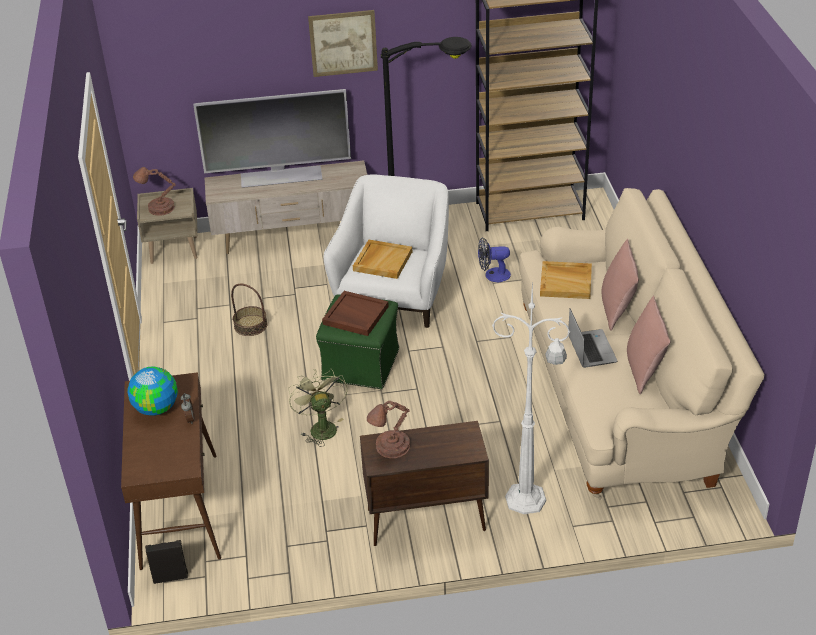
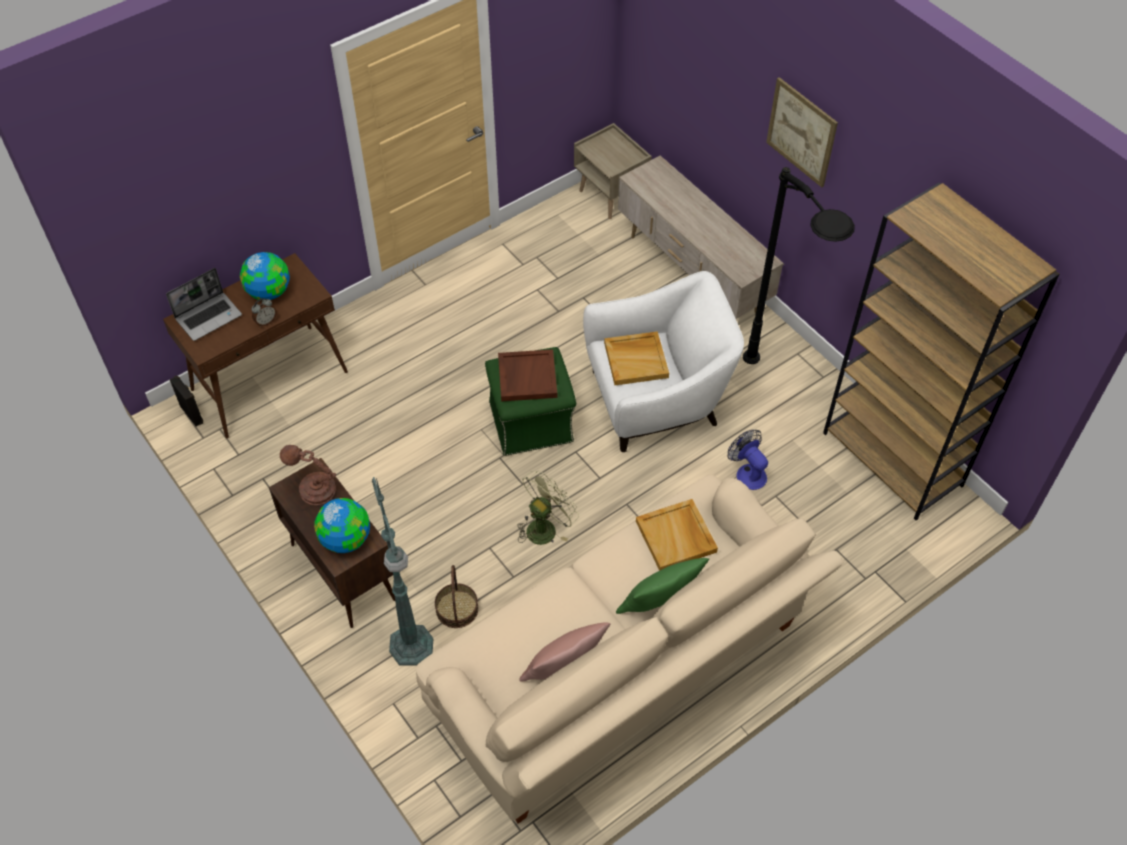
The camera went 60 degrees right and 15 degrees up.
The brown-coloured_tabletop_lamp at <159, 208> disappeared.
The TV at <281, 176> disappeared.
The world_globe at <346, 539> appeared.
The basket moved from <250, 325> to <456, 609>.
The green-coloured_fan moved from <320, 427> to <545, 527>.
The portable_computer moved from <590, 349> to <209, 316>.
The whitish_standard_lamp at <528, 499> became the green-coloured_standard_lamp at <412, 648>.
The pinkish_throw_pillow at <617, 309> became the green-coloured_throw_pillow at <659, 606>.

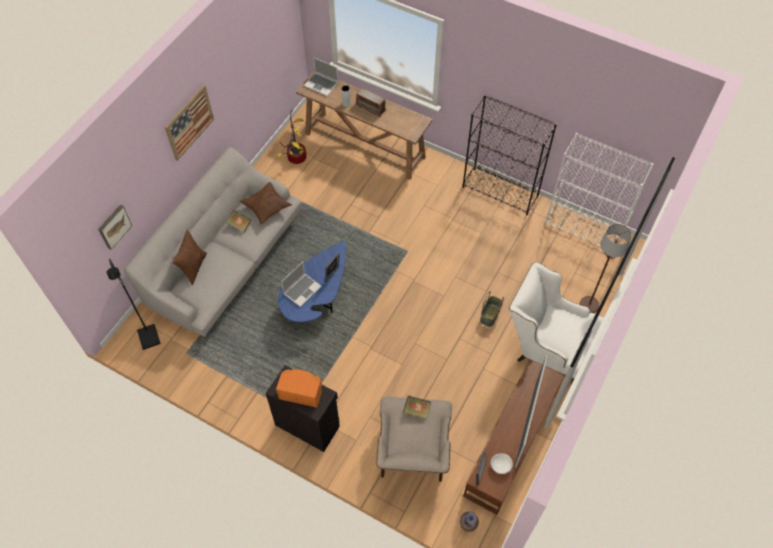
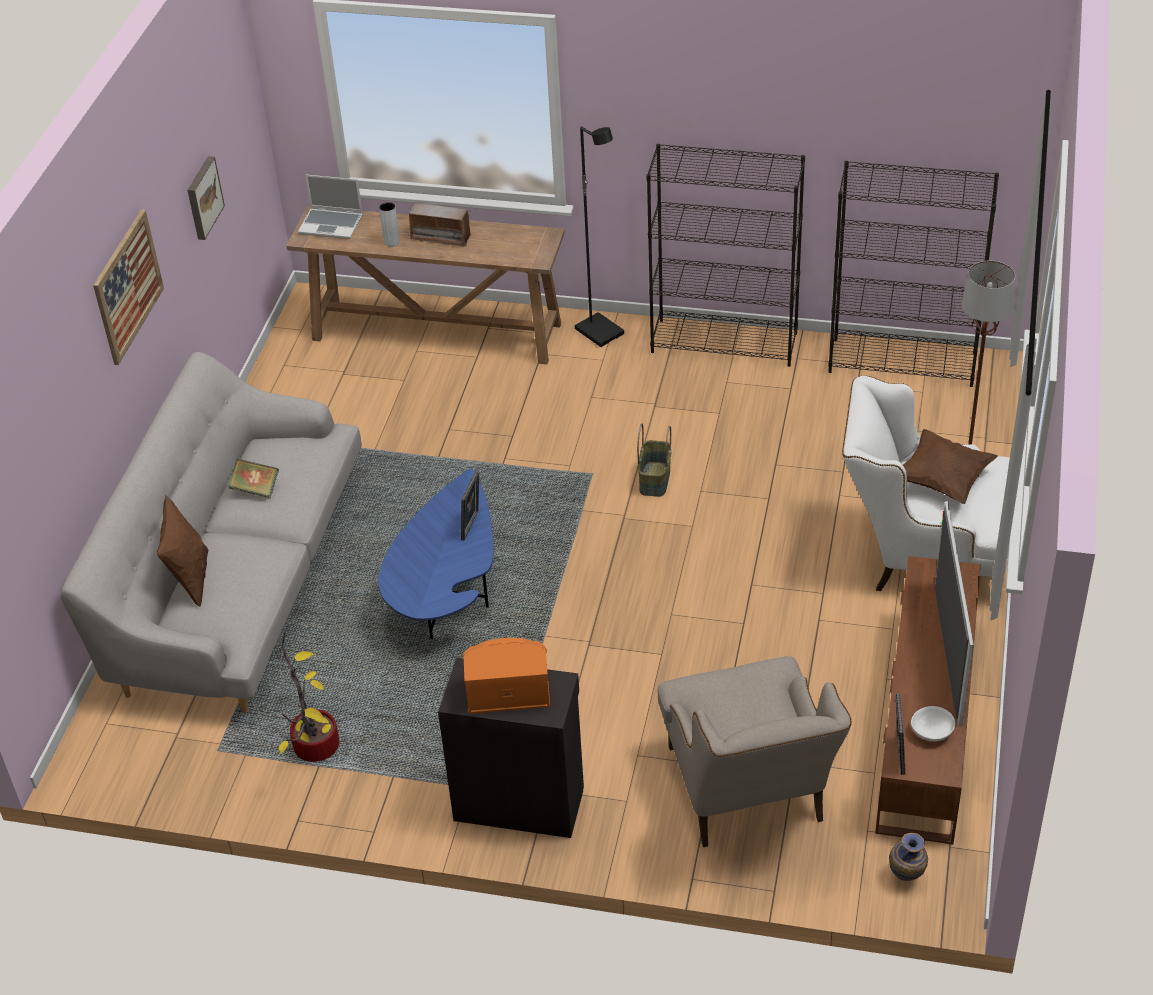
The camera went 15 degrees left and 15 degrees down.
The portable_computer at <302, 290> disappeared.
The book at <417, 410> disappeared.
The picture moved from <114, 226> to <202, 197>.
The black-coloured_standard_lamp moved from <150, 337> to <600, 332>.
The brown-coloured_throw_pillow moved from <267, 208> to <942, 480>.
The plant_in_a_pot moved from <296, 156> to <313, 743>.
The basket moved from <490, 315> to <655, 480>.
The whitish_bookcase at <584, 229> became the black-coloured_bookcase at <903, 362>.

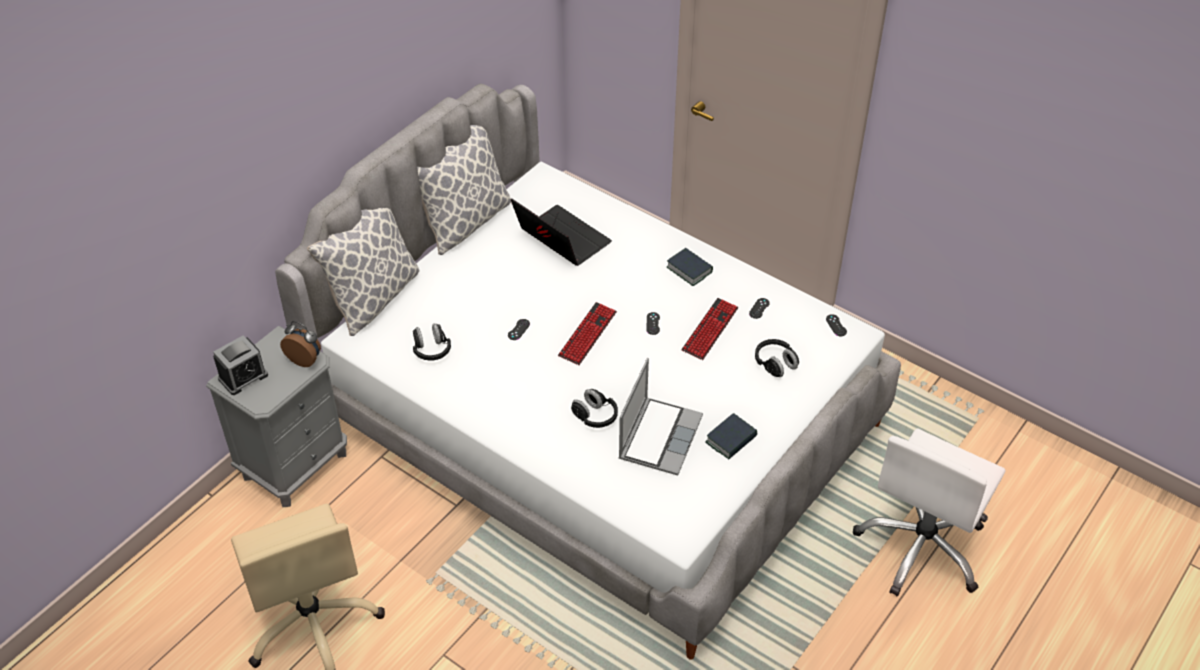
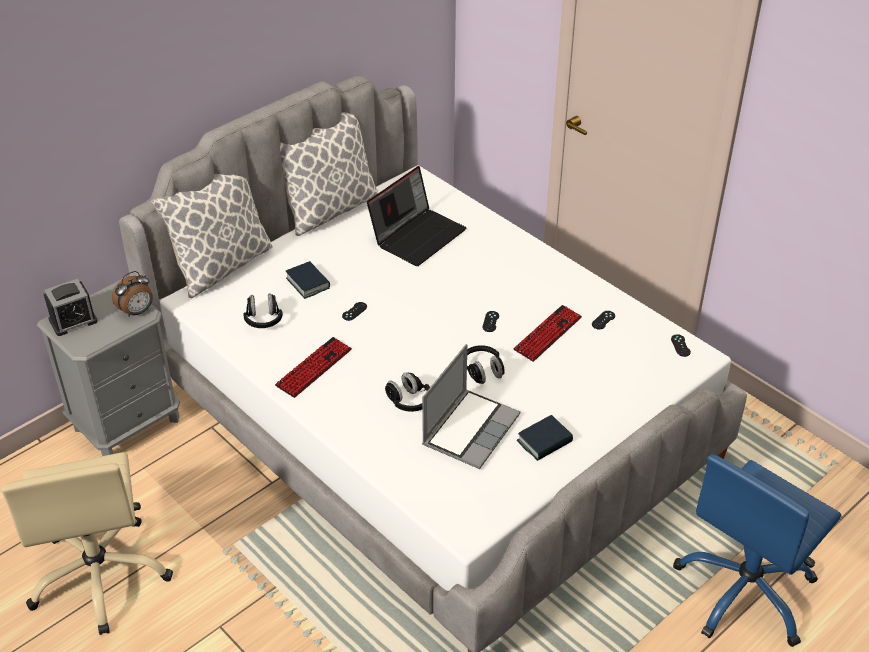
The camera went 10 degrees right and 5 degrees down.
The keyboard moved from <587, 334> to <314, 368>.
The book moved from <689, 270> to <308, 283>.
The black-coloured_pair_of_headphones moved from <775, 364> to <482, 371>.
The whitish_desk_chair at <921, 547> became the blue_desk_chair at <745, 591>.
The table_clock at <305, 359> turned 105 degrees clockwise.
The portable_computer at <560, 239> turned 75 degrees clockwise.

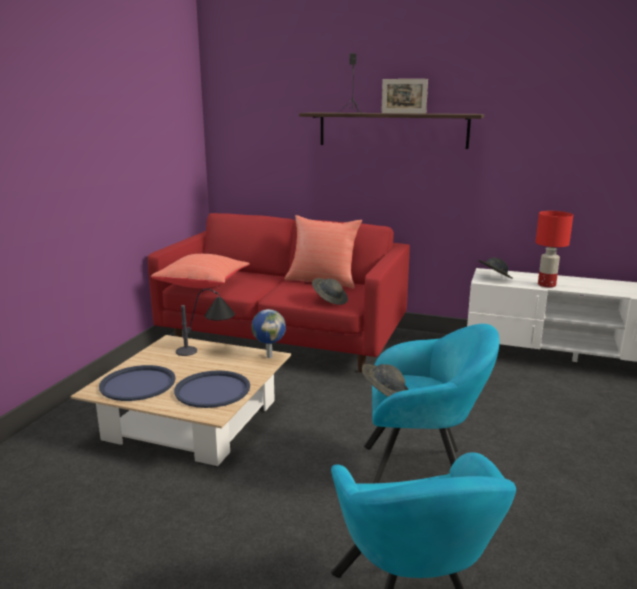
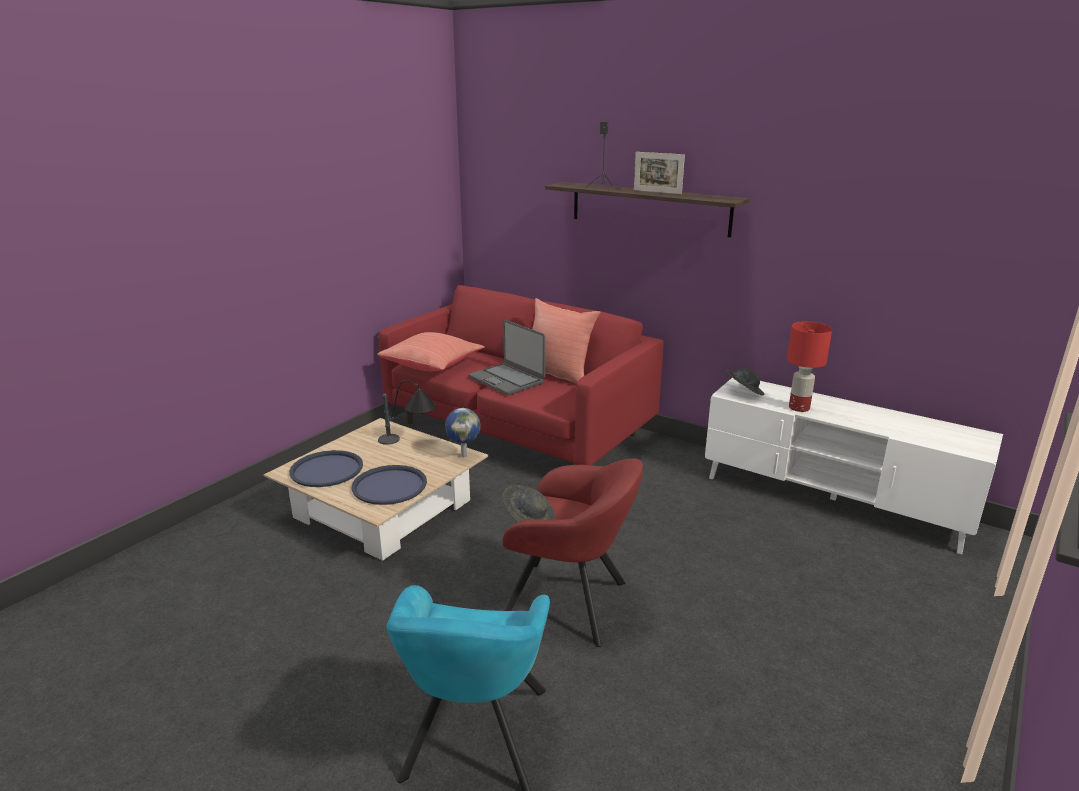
The camera went 15 degrees right and 5 degrees up.
The greyish_wearable_hat at <330, 300> disappeared.
The portable_computer at <507, 380> appeared.
The turquoise-coloured_armchair at <421, 475> became the red_armchair at <571, 603>.

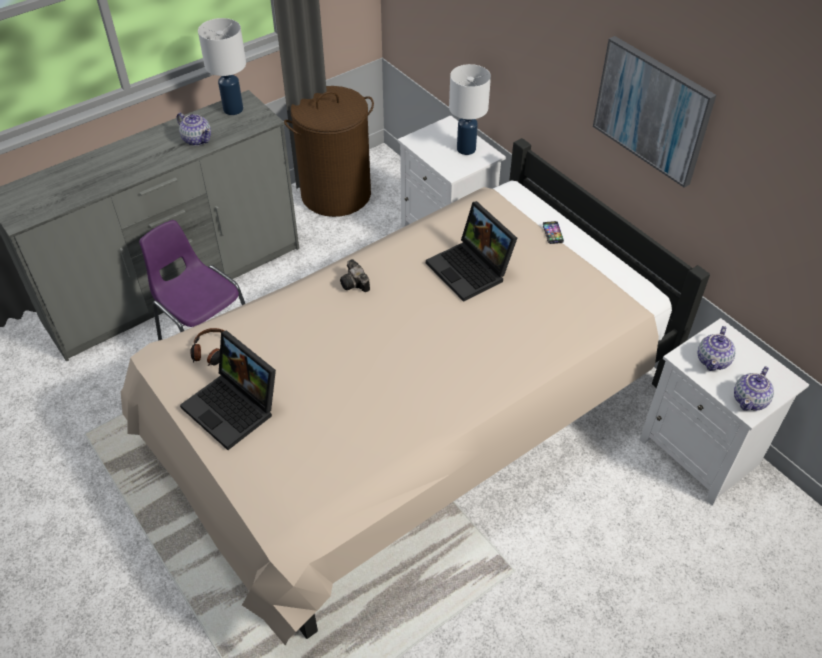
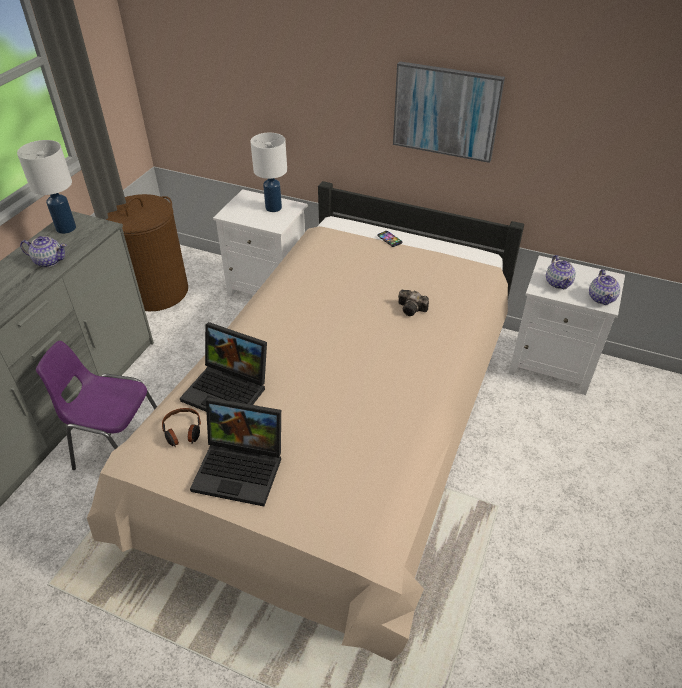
The camera went 30 degrees left and 5 degrees down.
The photo_camera moved from <355, 284> to <412, 309>.
The portable_computer moved from <471, 270> to <229, 390>.

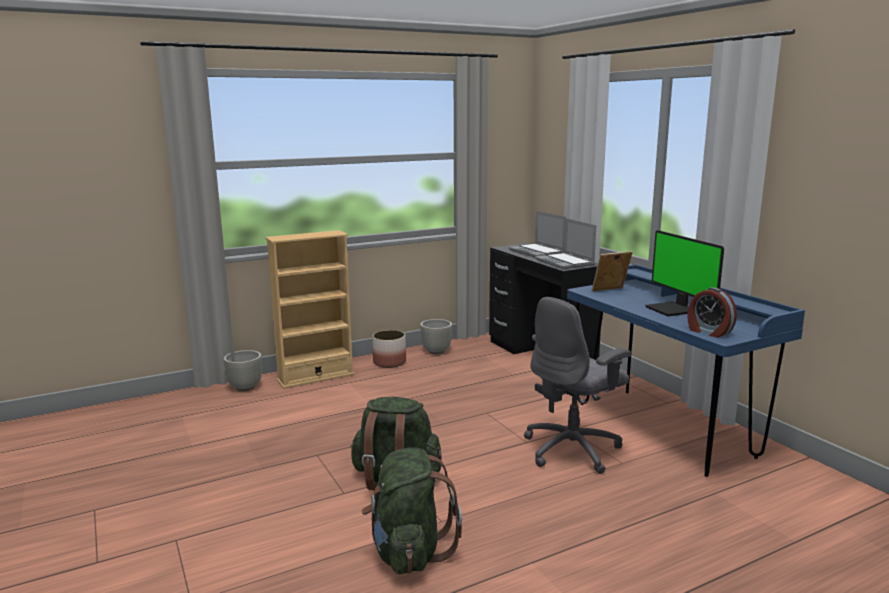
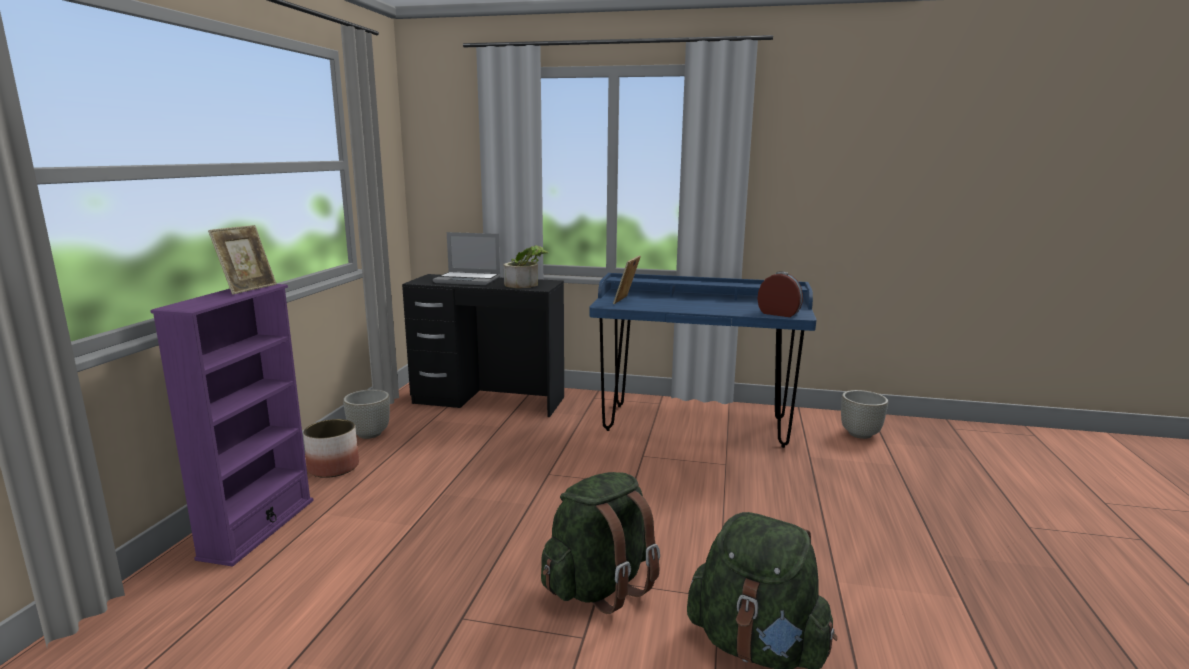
The camera went 50 degrees left and 0 degrees up.
The greyish_desk_chair at <573, 449> disappeared.
The monitor at <673, 309> disappeared.
The standing_frame at <248, 289> appeared.
The greyish_flower_pot moved from <245, 387> to <860, 434>.
The portable_computer at <565, 262> was replaced by the plant_in_a_pot at <526, 284>.
The sand-coloured_bookcase at <315, 377> became the purplish_bookcase at <258, 528>.
The table_clock at <708, 332> turned 150 degrees counterclockwise.

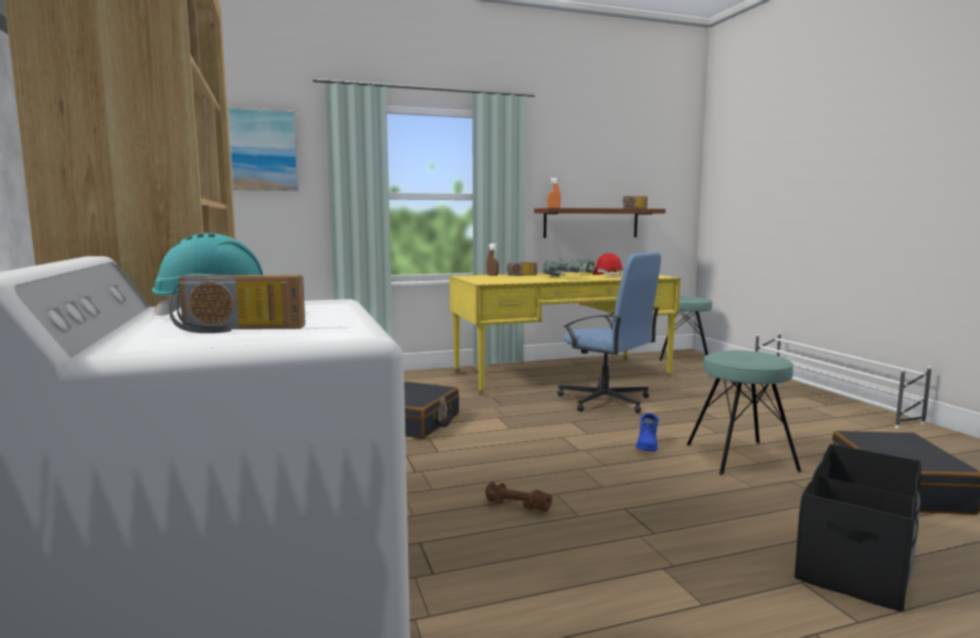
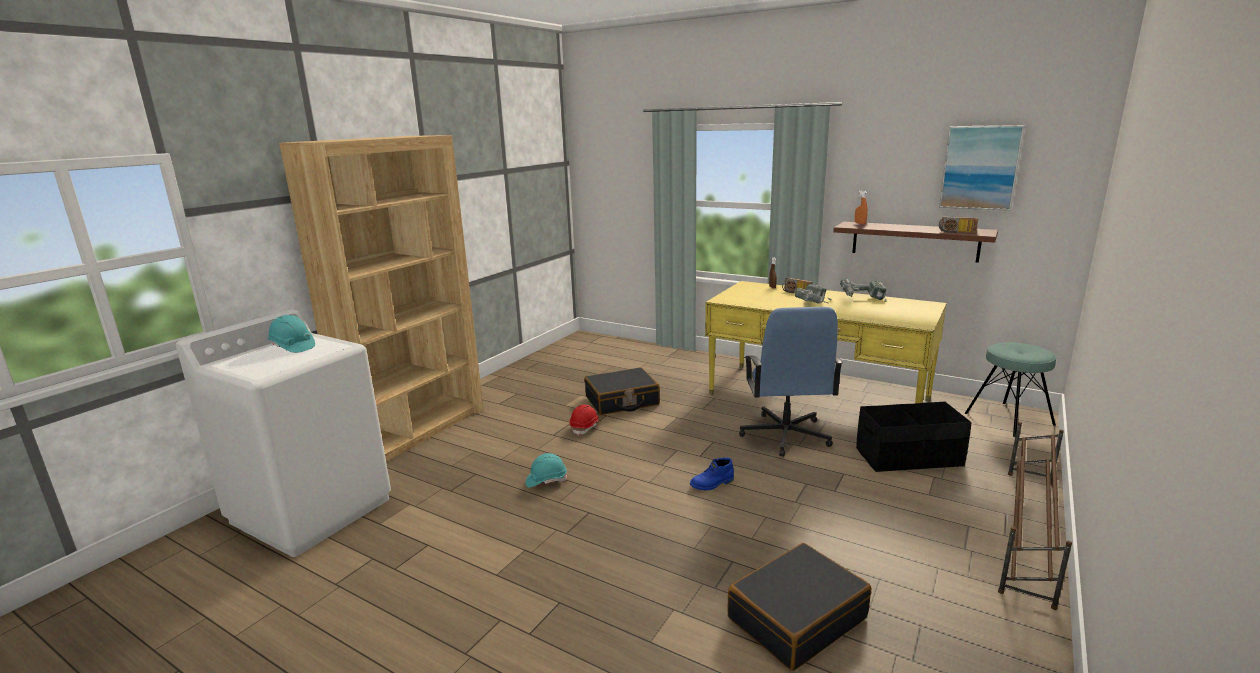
The camera went 50 degrees right and 10 degrees up.
The radio_set at <236, 330> disappeared.
The turquoise-coloured_stool at <740, 457> disappeared.
The picture moved from <263, 150> to <980, 167>.
The red_safety_helmet moved from <607, 276> to <585, 427>.
The black-coloured_storage_bin moved from <858, 557> to <909, 457>.
The brown-coloured_free_weight at <516, 507> was replaced by the turquoise-coloured_safety_helmet at <546, 480>.
The whitish_shoe_rack at <828, 399> became the brown-coloured_shoe_rack at <1027, 531>.

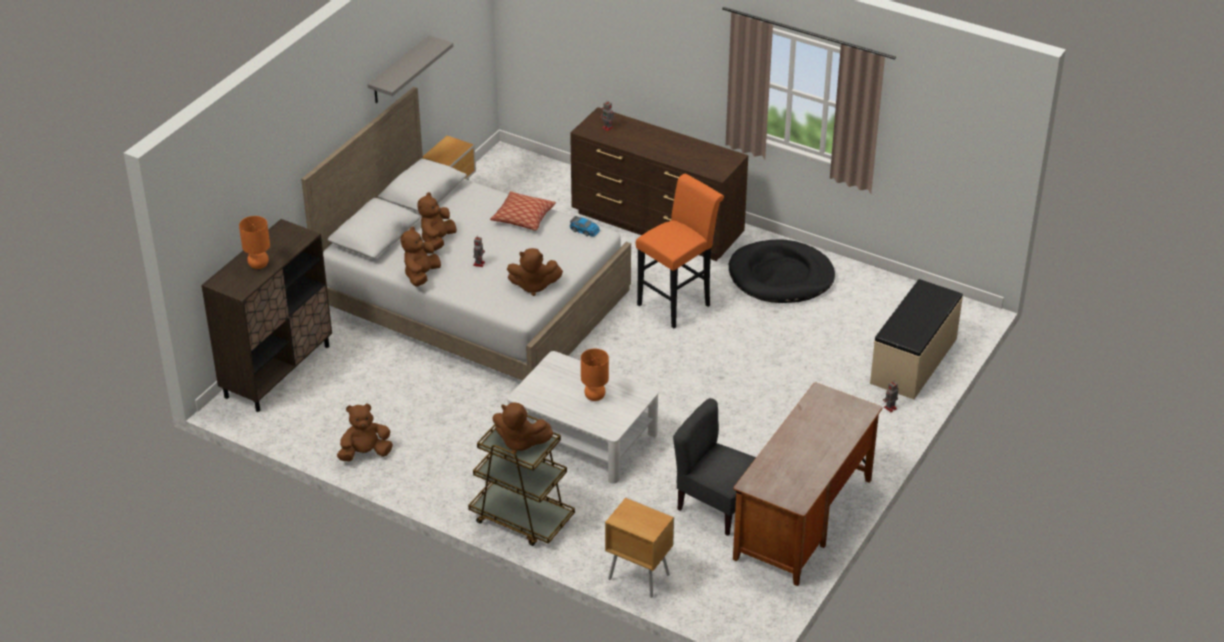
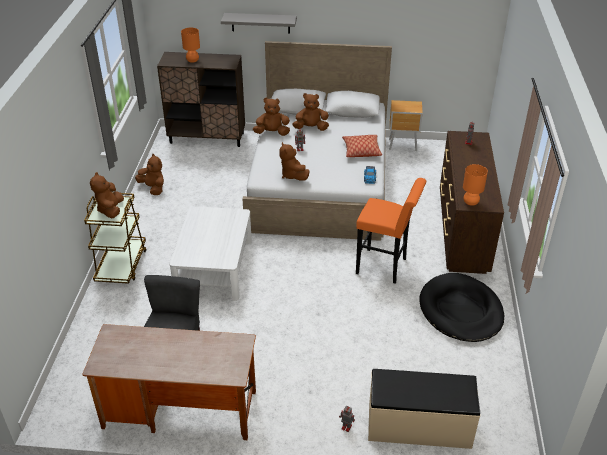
The camera went 65 degrees right and 0 degrees up.
The brown-coloured_nightstand at <638, 576> disappeared.
The greyish_bracket_shelf moved from <399, 71> to <260, 23>.
The orange_tabletop_lamp moved from <594, 397> to <470, 202>.

